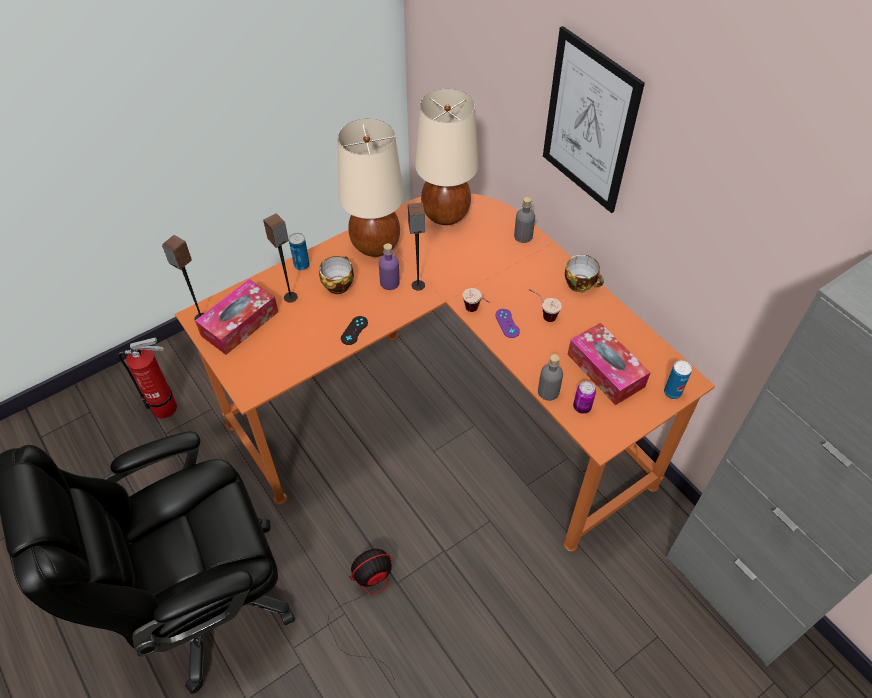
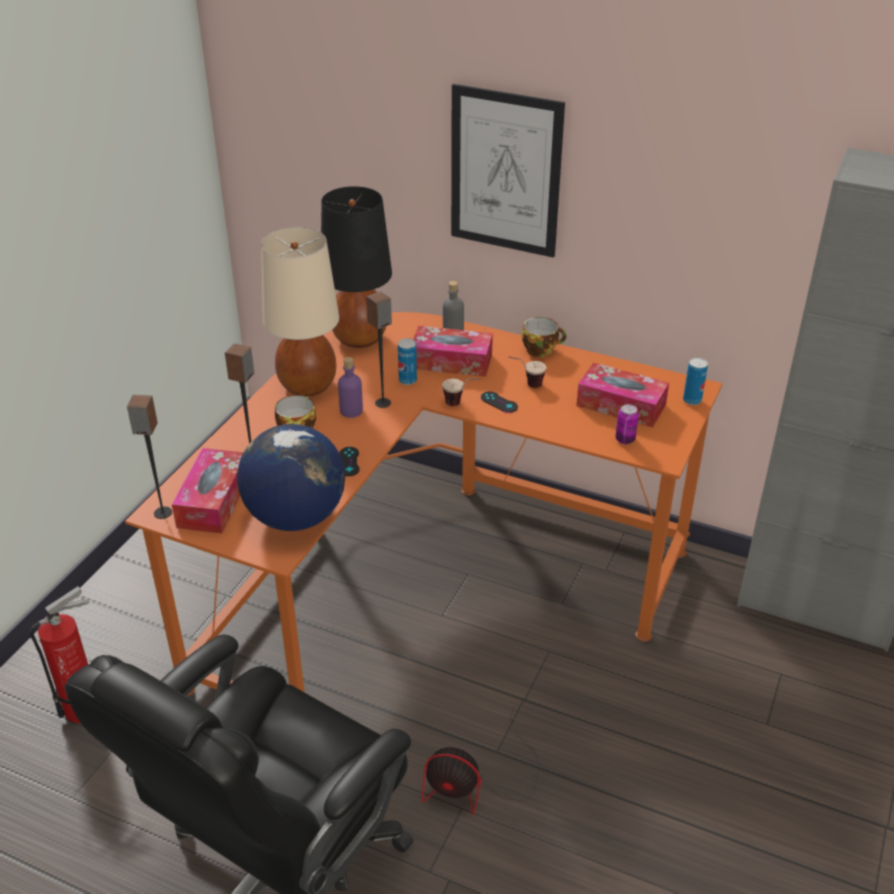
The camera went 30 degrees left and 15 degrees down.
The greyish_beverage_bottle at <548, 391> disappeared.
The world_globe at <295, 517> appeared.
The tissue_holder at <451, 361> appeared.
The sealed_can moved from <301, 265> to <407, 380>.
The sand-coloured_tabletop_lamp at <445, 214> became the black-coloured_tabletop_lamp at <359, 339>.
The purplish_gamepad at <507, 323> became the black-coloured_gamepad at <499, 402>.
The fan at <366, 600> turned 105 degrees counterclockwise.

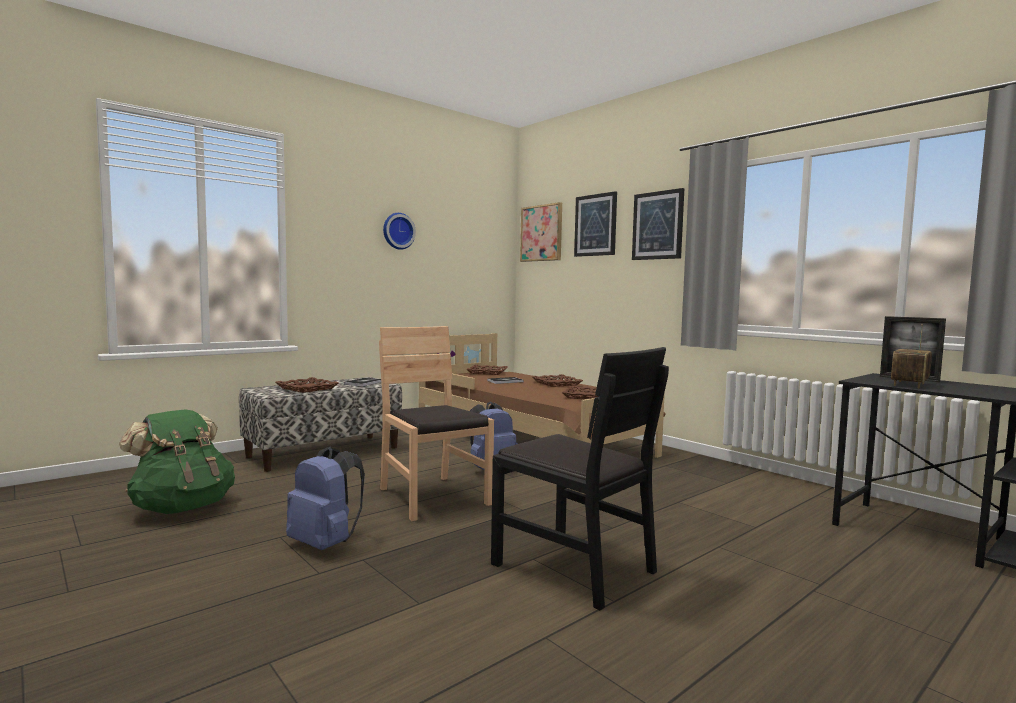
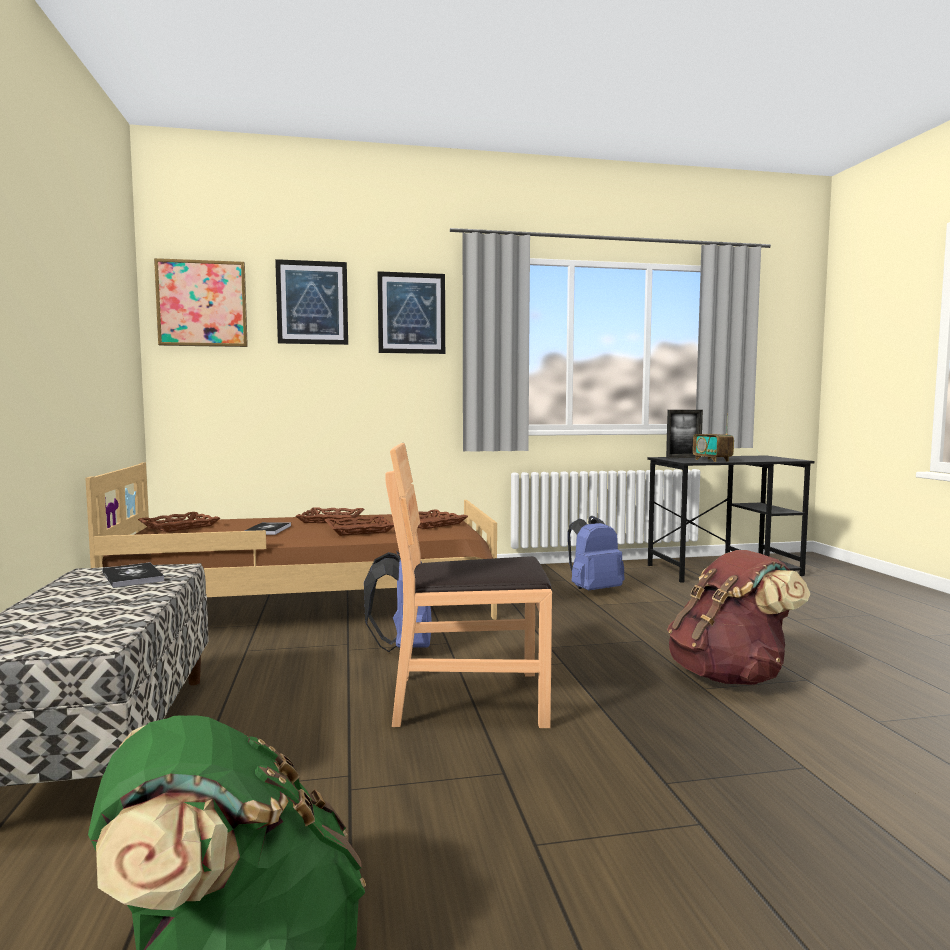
The camera went 60 degrees left and 0 degrees up.
The clock_on_the_wall at <397, 231> disappeared.
The brown-coloured_carrying_tray moved from <307, 388> to <359, 530>.
The blue_rucksack moved from <326, 544> to <593, 590>.
The black-coloured_upright_chair at <574, 566> was replaced by the brown-coloured_rucksack at <730, 676>.

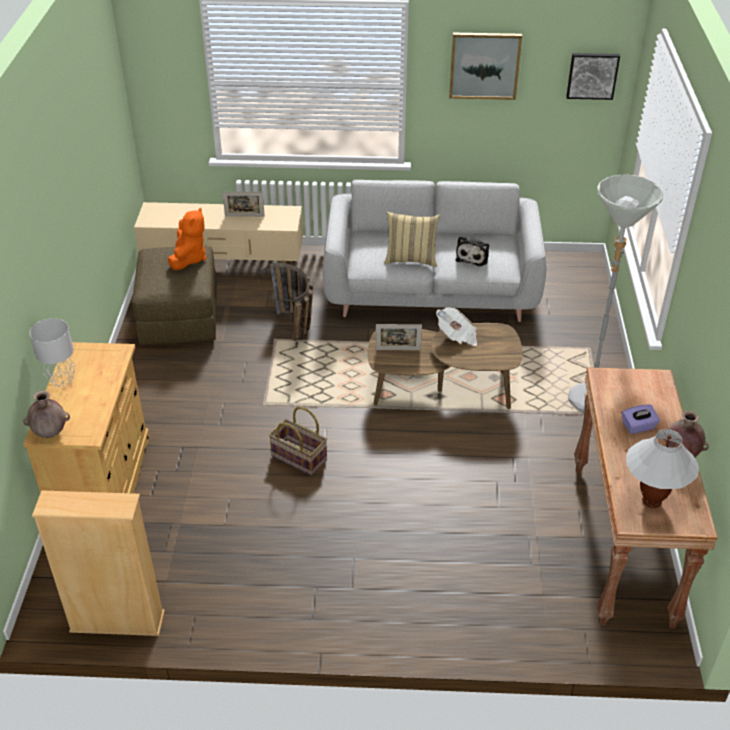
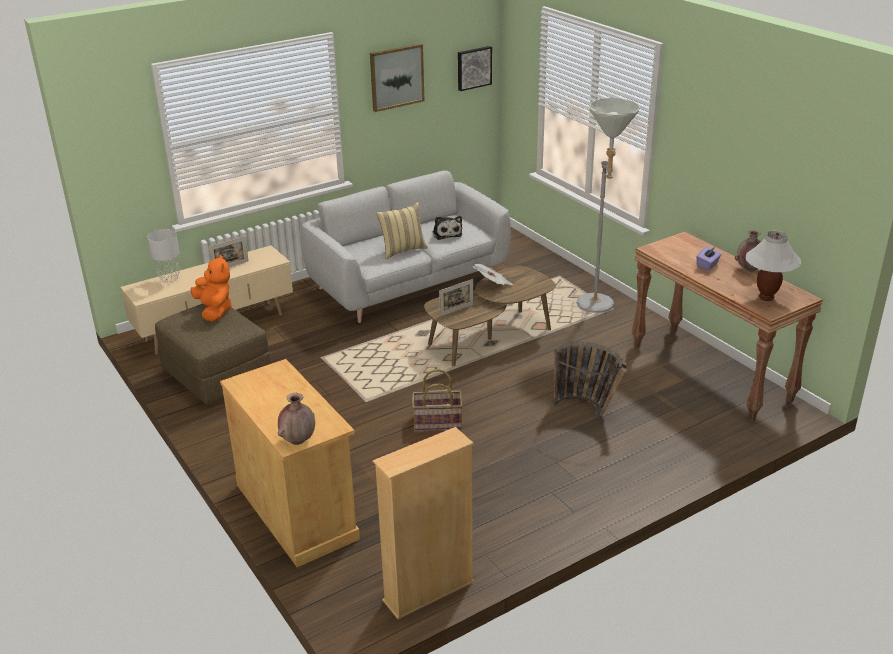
The camera went 35 degrees left and 10 degrees down.
The greyish_tabletop_lamp moved from <63, 380> to <170, 279>.
The basket moved from <296, 332> to <589, 411>.

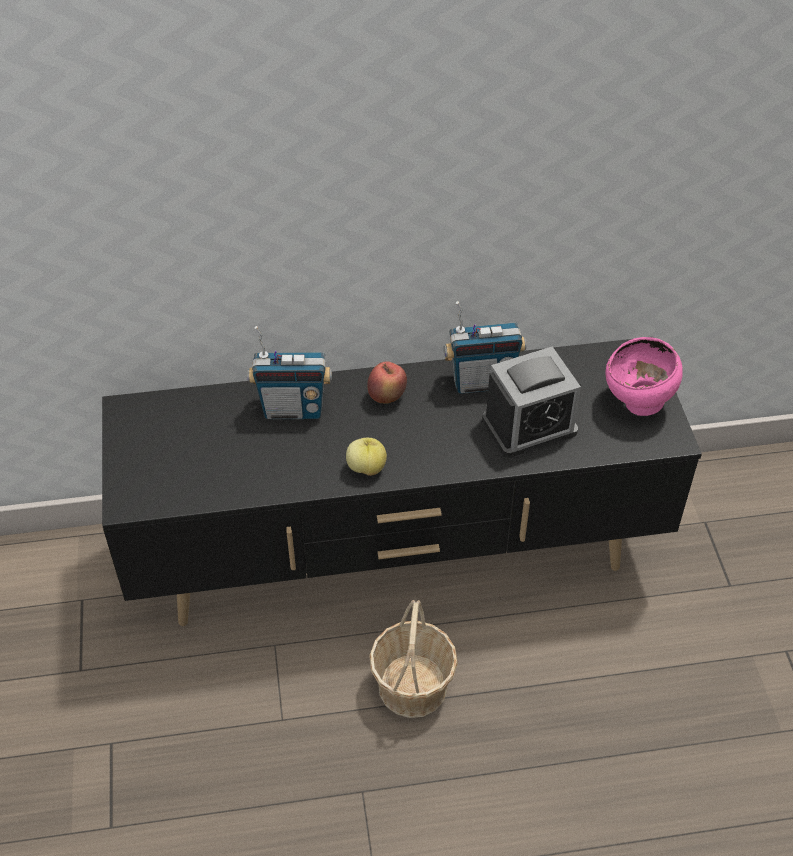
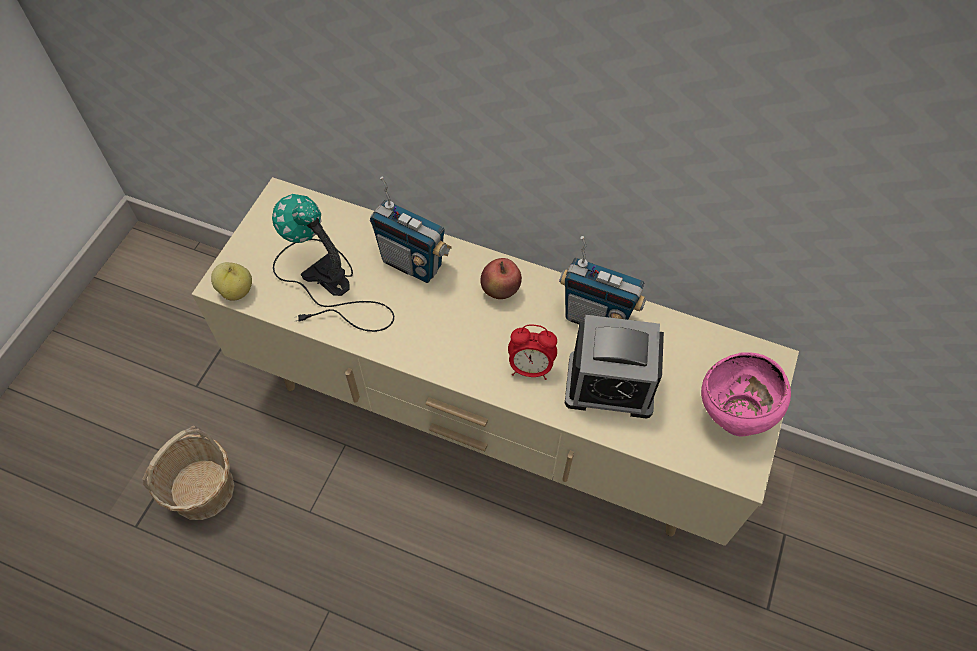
The camera went 30 degrees right and 10 degrees up.
The tabletop_lamp at <328, 286> appeared.
The table_clock at <530, 368> appeared.
The apple moved from <366, 468> to <236, 290>.
The basket moved from <413, 686> to <203, 489>.
The black-coloured_tv_stand at <397, 558> became the sand-coloured_tv_stand at <489, 421>.

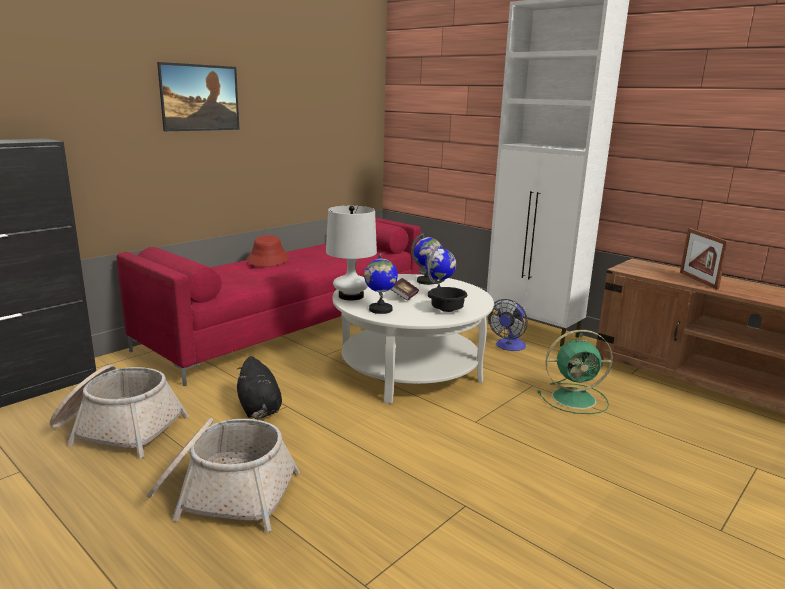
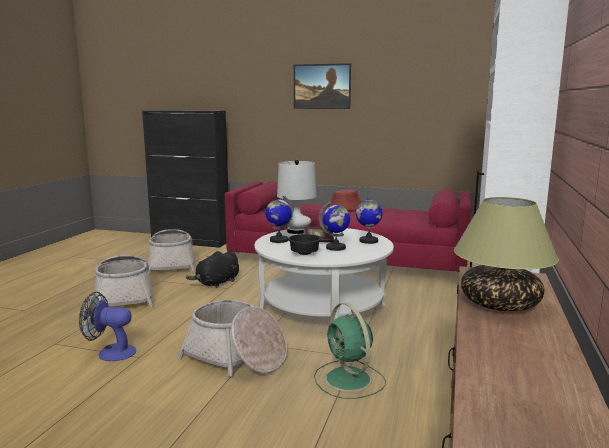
The camera went 65 degrees right and 5 degrees down.
The basket at <236, 357> appeared.
The fan moved from <508, 347> to <110, 352>.
The standing_frame at <698, 280> was replaced by the tabletop_lamp at <500, 304>.

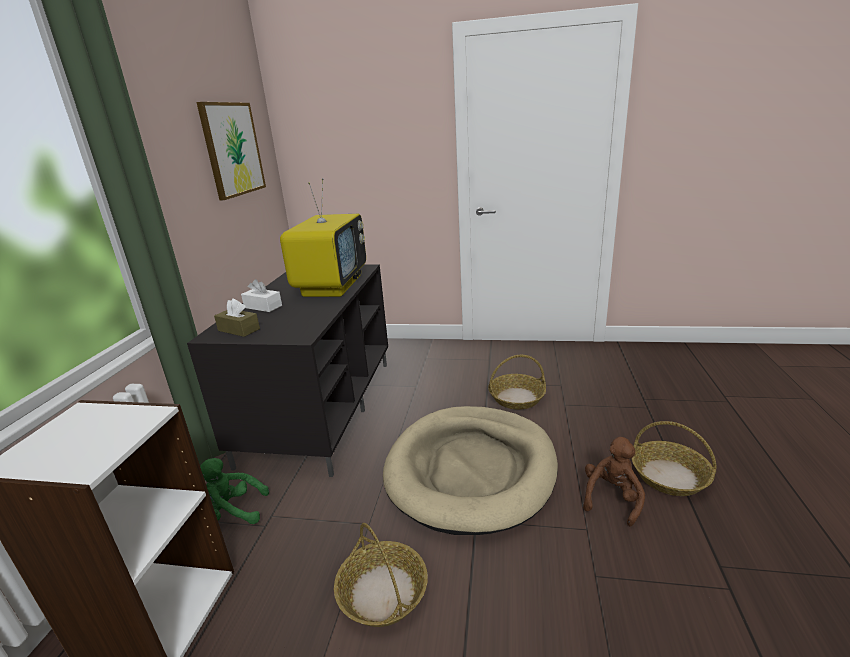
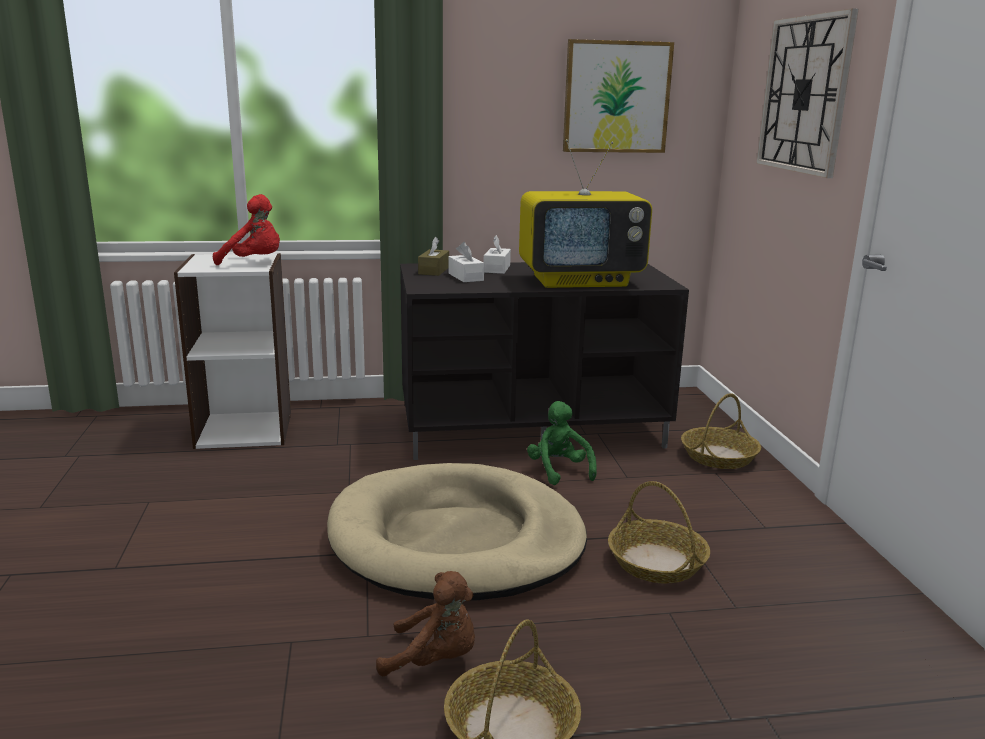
The camera went 70 degrees right and 5 degrees down.
The red_soft_toy at <254, 263> appeared.
The whitish_tissue_holder at <465, 277> appeared.
The clock_on_the_wall at <804, 95> appeared.
The green-coloured_soft_toy moved from <234, 512> to <559, 470>.
The basket moved from <382, 592> to <718, 456>.

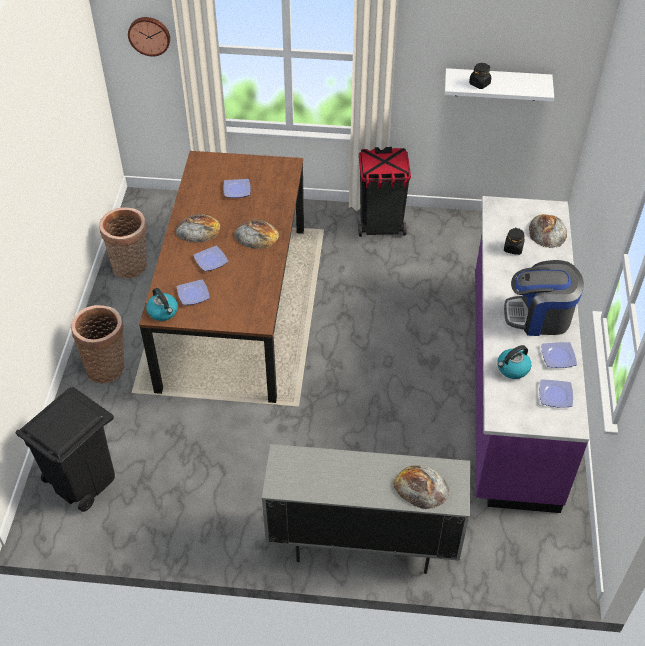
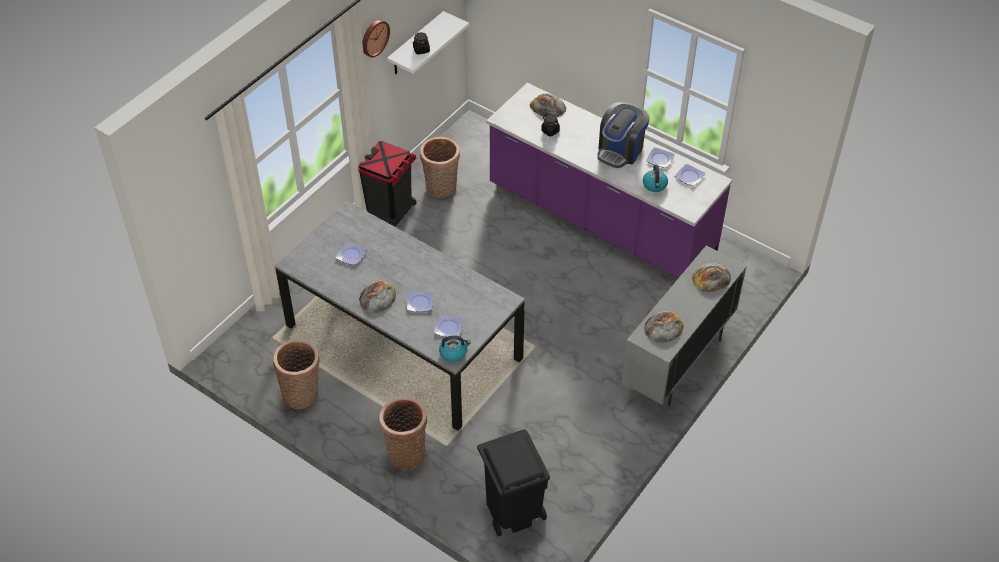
The camera went 60 degrees left and 0 degrees up.
The basket at <441, 189> appeared.
The clock_on_the_wall moved from <149, 35> to <374, 37>.
The bread moved from <256, 235> to <663, 327>.
The brown-coloured_dining_table at <234, 306> became the greyish_dining_table at <404, 342>.

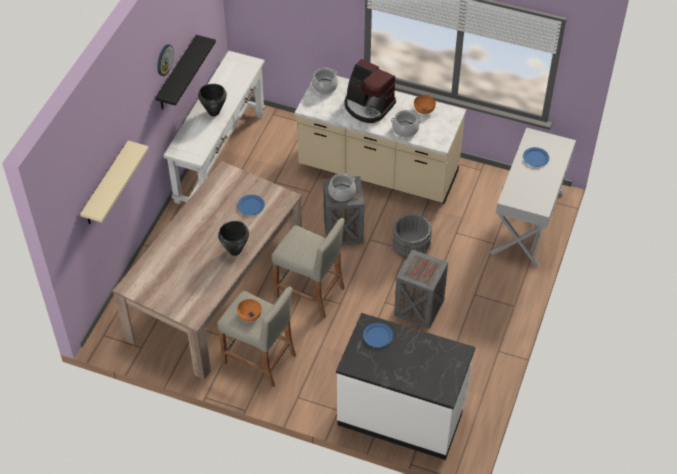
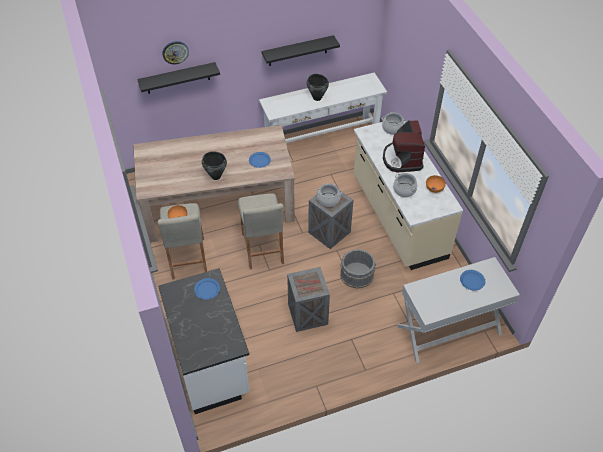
The camera went 50 degrees right and 0 degrees up.
The clock_on_the_wall moved from <164, 59> to <175, 52>.
The sand-coloured_bracket_shelf at <106, 185> became the black-coloured_bracket_shelf at <178, 78>.

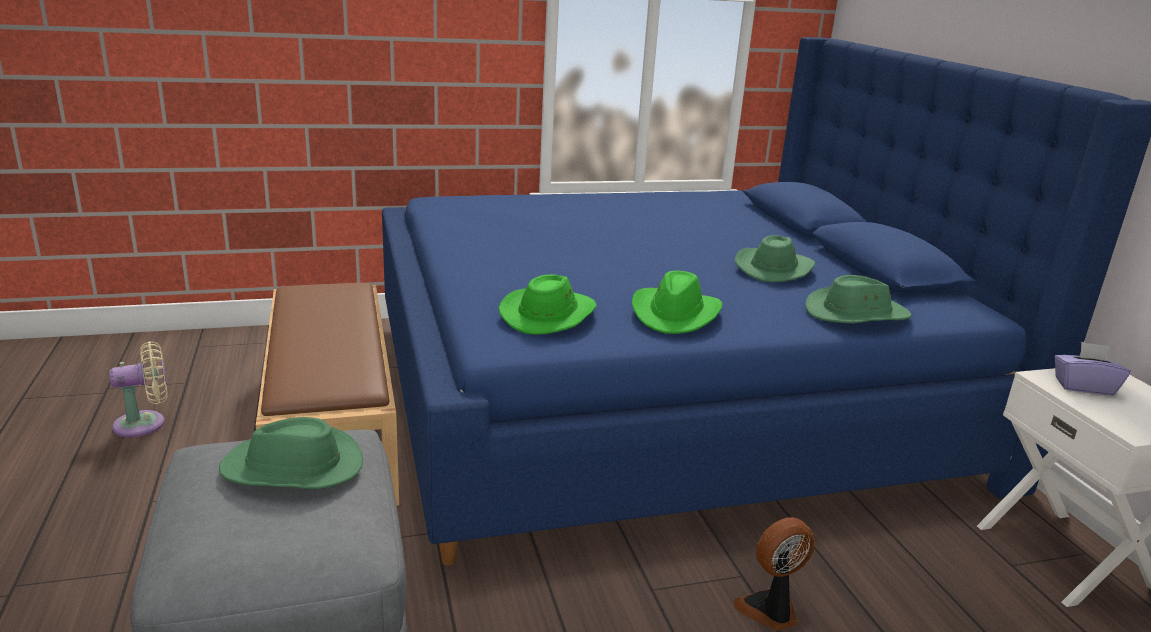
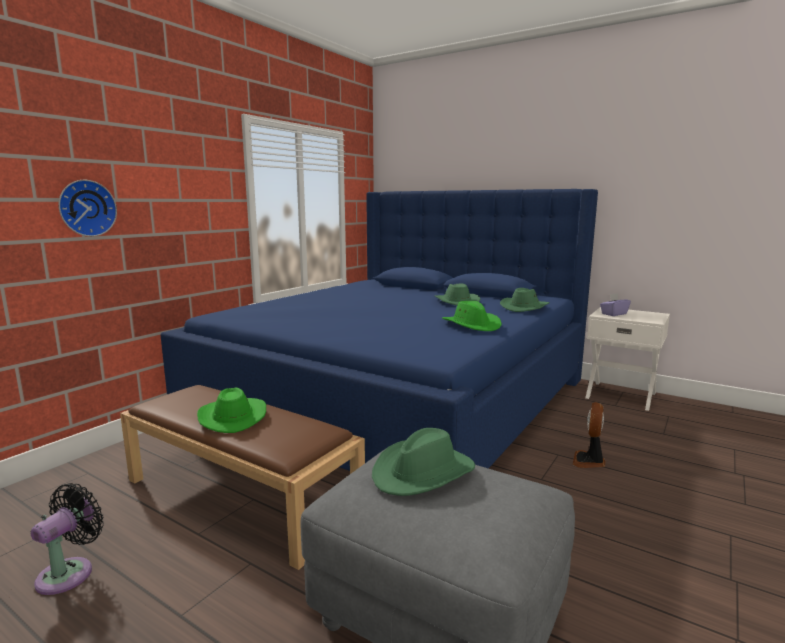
The camera went 40 degrees left and 10 degrees down.
The clock_on_the_wall at <86, 208> appeared.
The green-coloured_wearable_hat moved from <549, 315> to <232, 417>.
The sand-coloured_fan at <145, 424> became the black-coloured_fan at <70, 572>.

